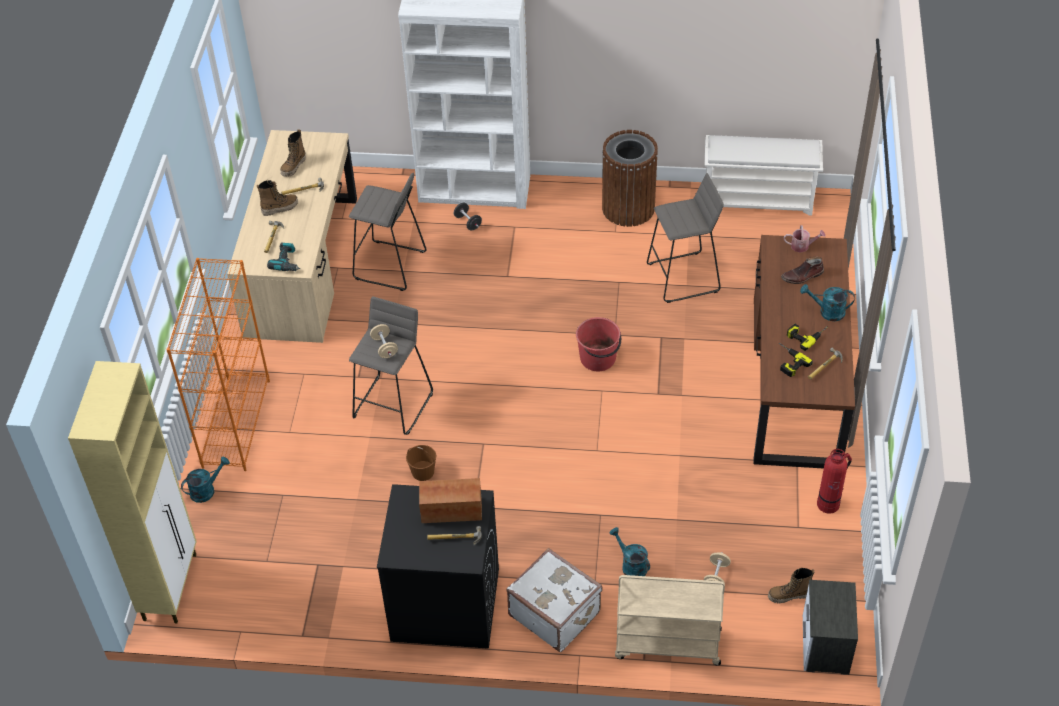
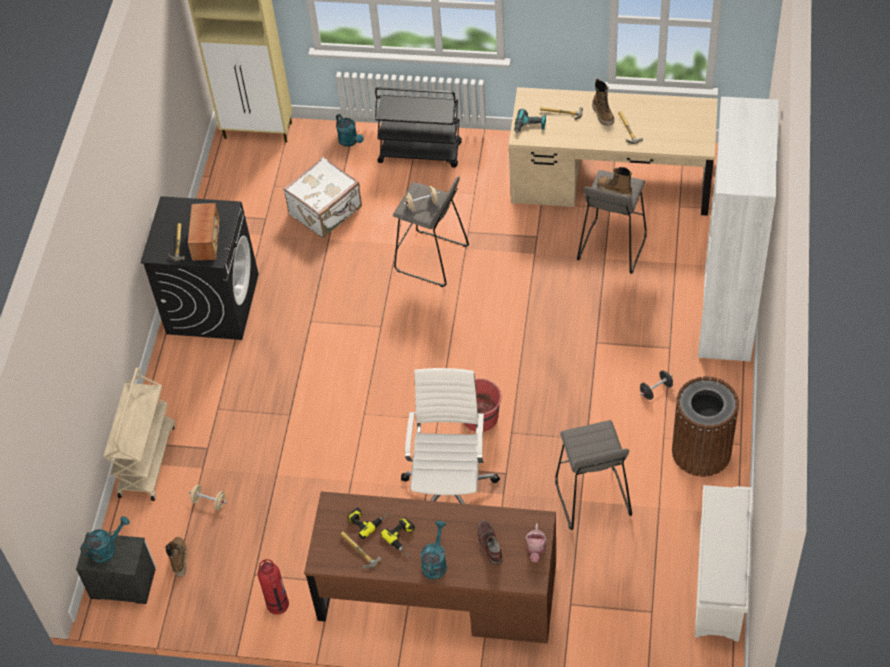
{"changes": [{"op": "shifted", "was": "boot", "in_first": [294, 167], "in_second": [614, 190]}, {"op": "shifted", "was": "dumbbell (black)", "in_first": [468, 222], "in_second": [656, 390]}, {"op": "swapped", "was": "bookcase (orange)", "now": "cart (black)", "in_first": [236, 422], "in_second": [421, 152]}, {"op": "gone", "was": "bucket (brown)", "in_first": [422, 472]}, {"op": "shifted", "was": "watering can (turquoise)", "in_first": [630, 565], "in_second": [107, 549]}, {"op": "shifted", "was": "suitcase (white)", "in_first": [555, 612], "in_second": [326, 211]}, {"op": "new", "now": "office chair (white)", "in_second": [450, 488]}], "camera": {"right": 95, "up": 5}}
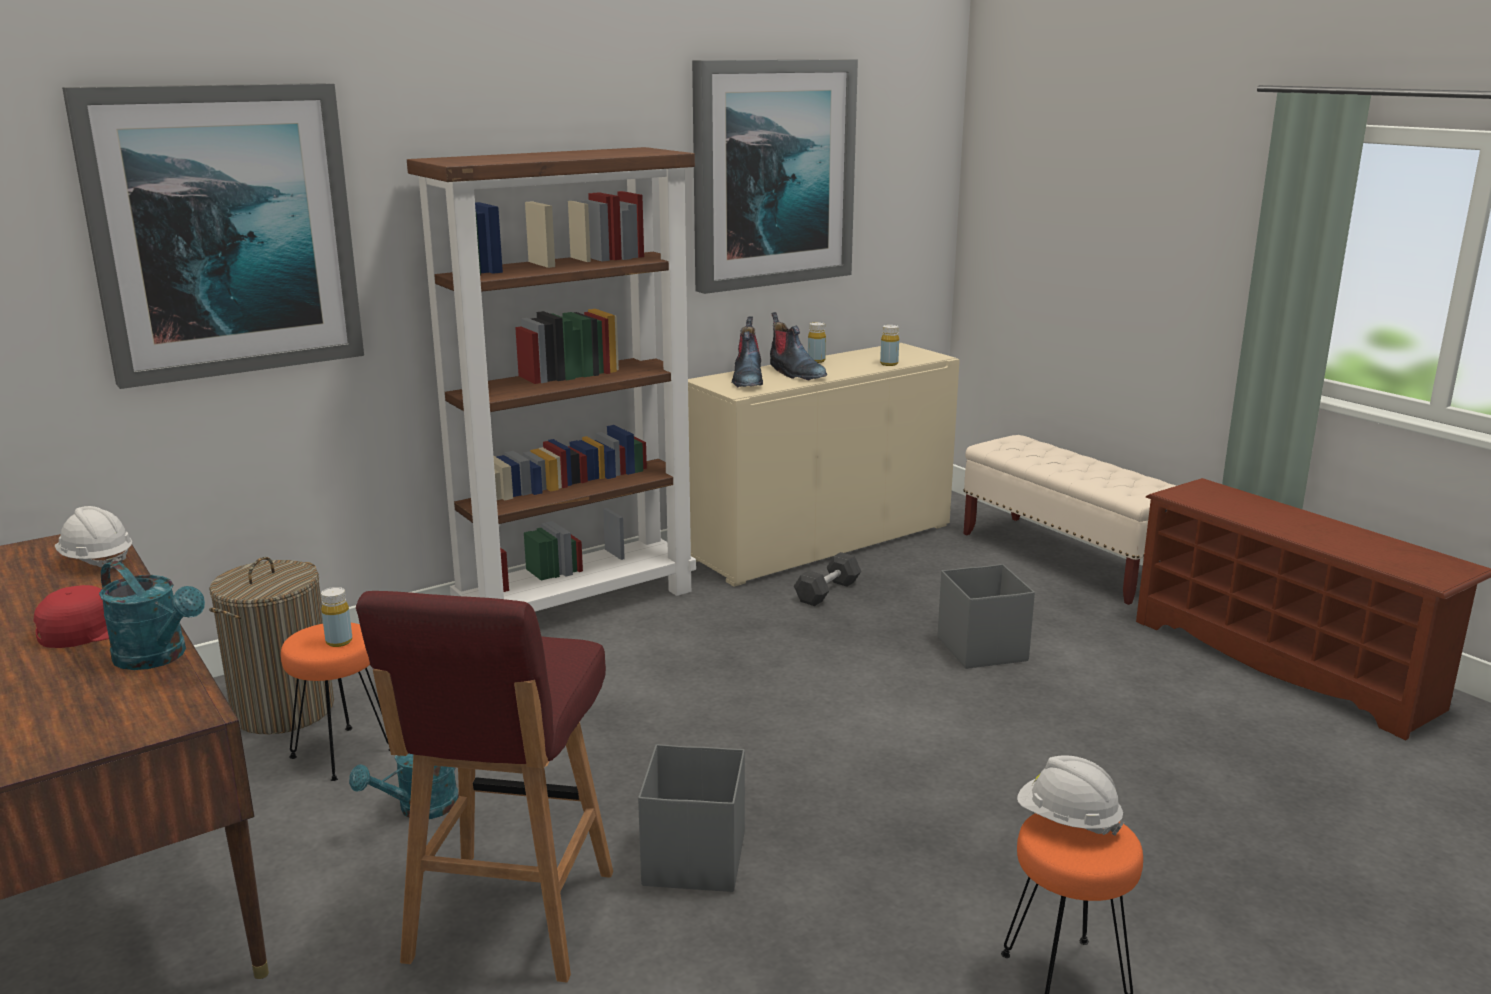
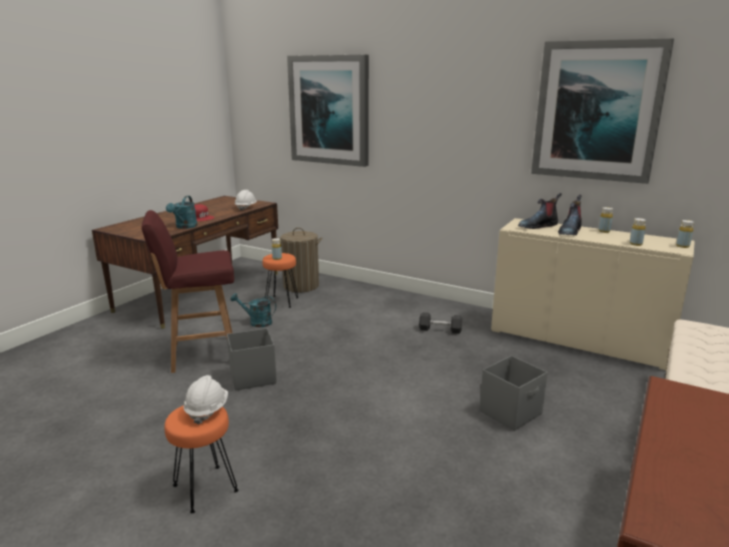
{"changes": [{"op": "gone", "was": "bookcase (brown)", "in_first": [578, 604]}, {"op": "shifted", "was": "dumbbell (grey)", "in_first": [827, 592], "in_second": [440, 330]}, {"op": "new", "now": "bottle (yellow)", "in_second": [682, 246]}], "camera": {"right": 65, "up": 0}}
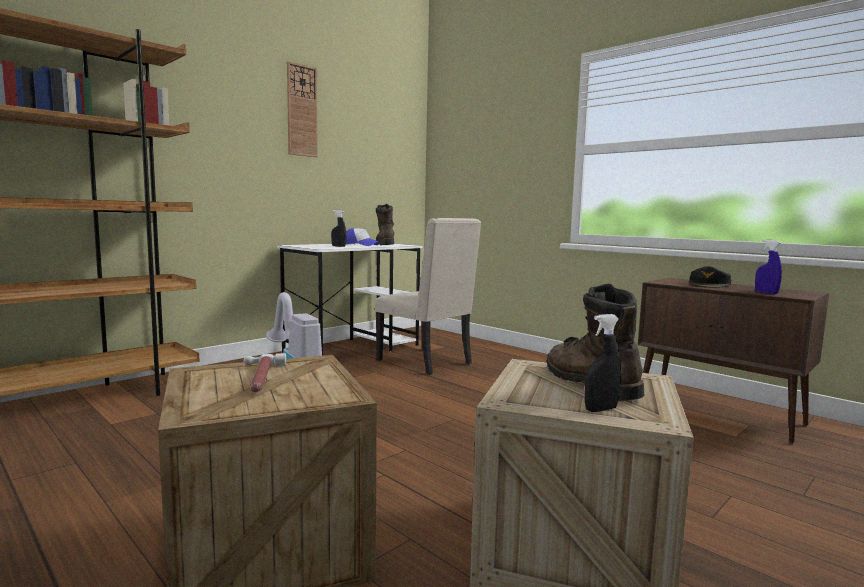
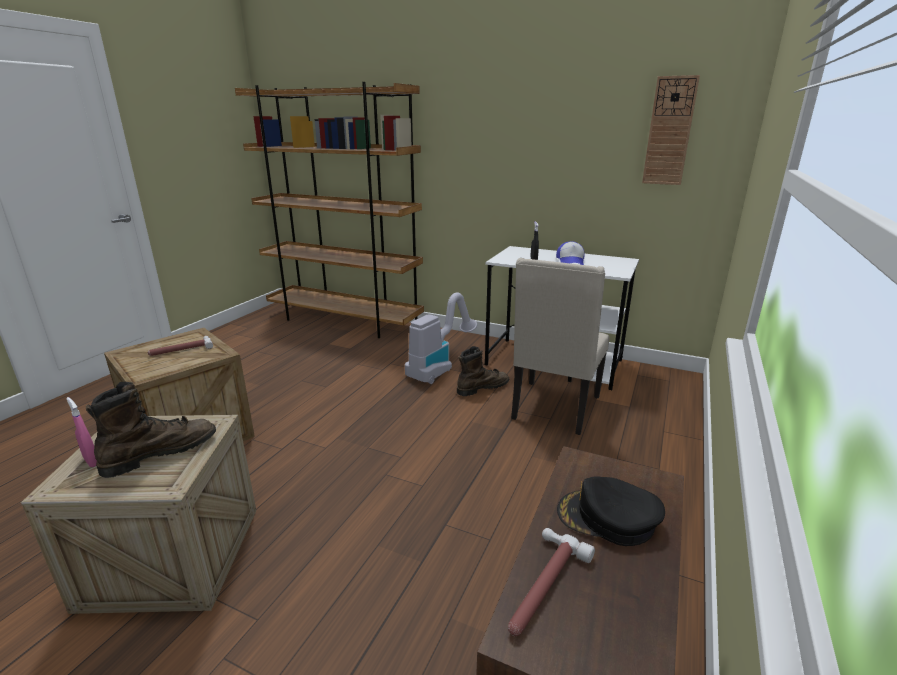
{"changes": [{"op": "shifted", "was": "wall clock", "in_first": [302, 111], "in_second": [669, 131]}, {"op": "shifted", "was": "boot (brown)", "in_first": [384, 244], "in_second": [482, 388]}, {"op": "swapped", "was": "spray bottle (blue)", "now": "hammer", "in_first": [766, 293], "in_second": [541, 587]}, {"op": "repainted", "was": "spray bottle (black)", "now": "spray bottle (pink)", "in_first": [600, 409], "in_second": [91, 461]}], "camera": {"right": 70, "up": 15}}
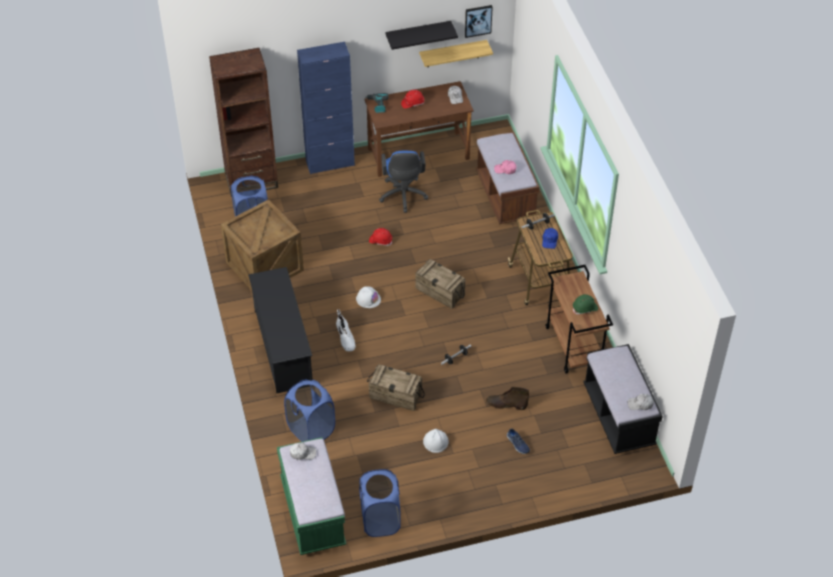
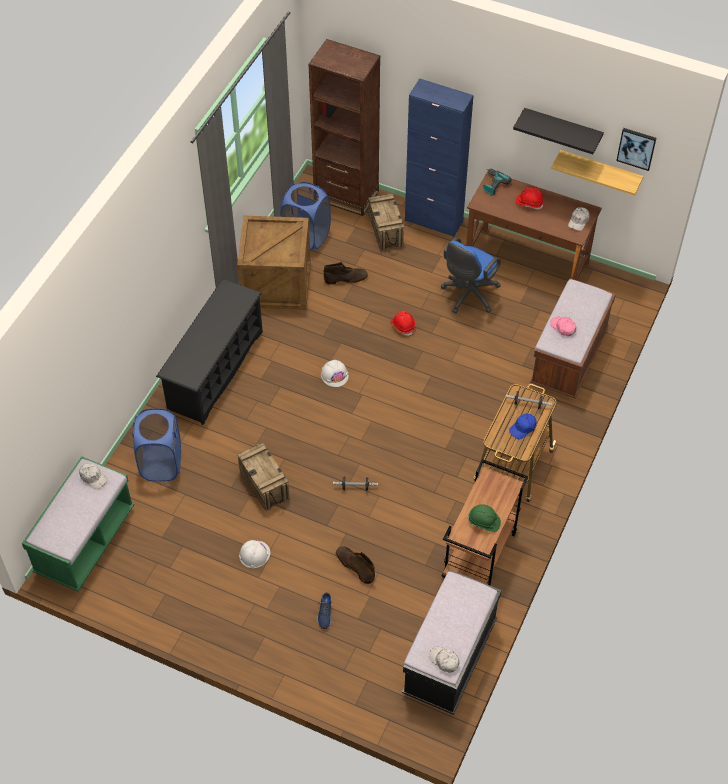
{"changes": [{"op": "shifted", "was": "crate", "in_first": [440, 292], "in_second": [386, 231]}, {"op": "gone", "was": "boot (white)", "in_first": [346, 338]}, {"op": "gone", "was": "laundry basket (blue)", "in_first": [380, 520]}, {"op": "new", "now": "boot (brown)", "in_second": [346, 278]}], "camera": {"right": 40, "up": 5}}
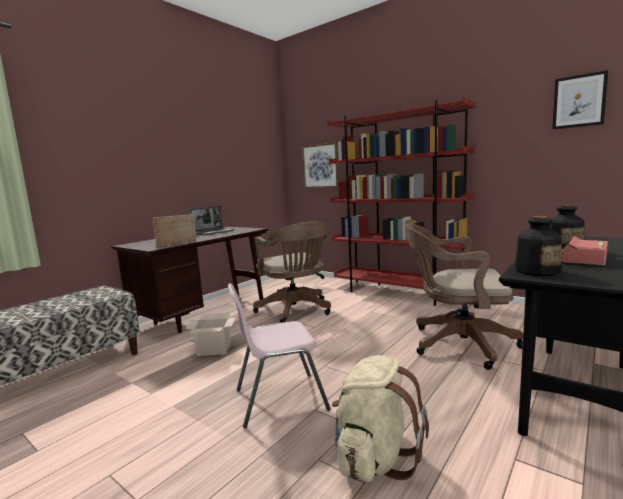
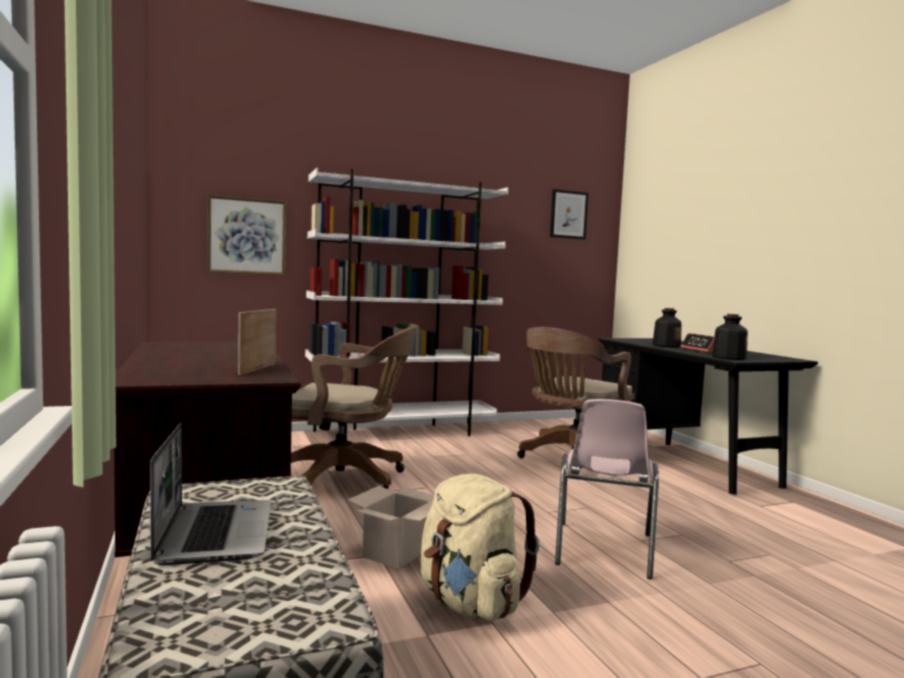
{"changes": [{"op": "repainted", "was": "bookcase (red)", "now": "bookcase (white)", "in_first": [398, 293], "in_second": [402, 433]}, {"op": "shifted", "was": "laptop", "in_first": [214, 232], "in_second": [215, 533]}, {"op": "shifted", "was": "backpack (beige)", "in_first": [375, 457], "in_second": [470, 603]}], "camera": {"right": -60, "up": -5}}
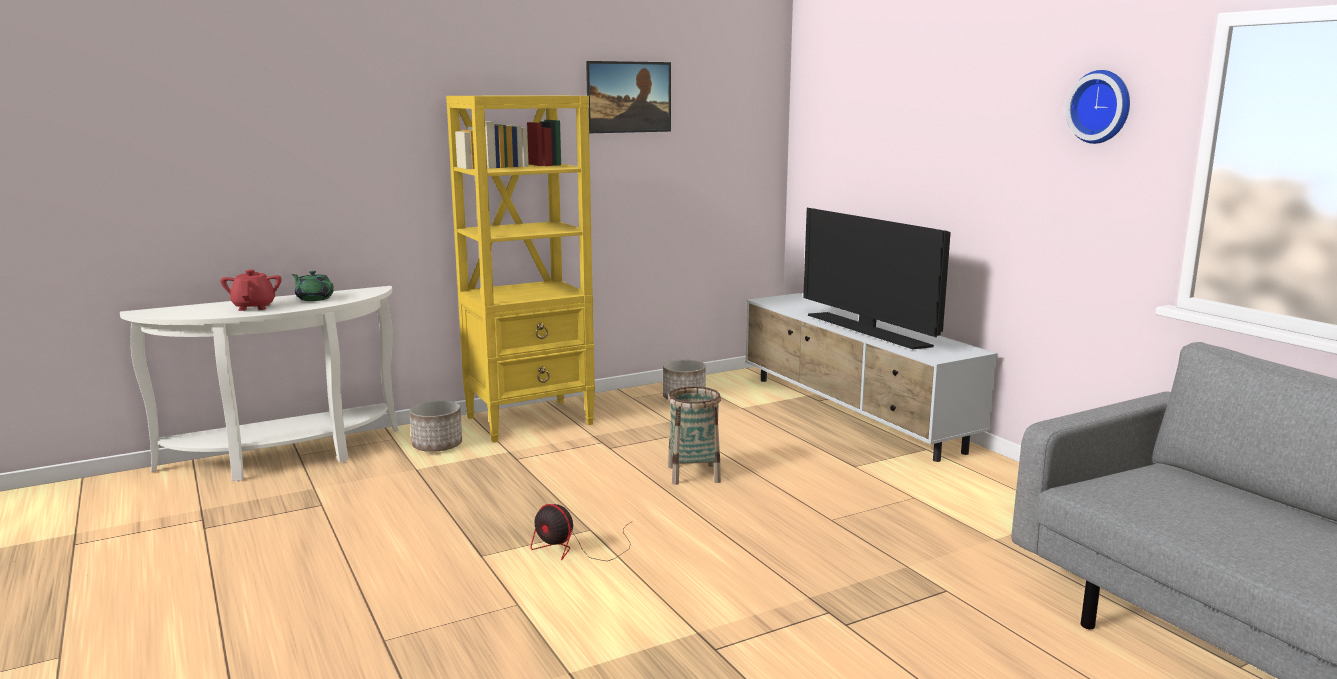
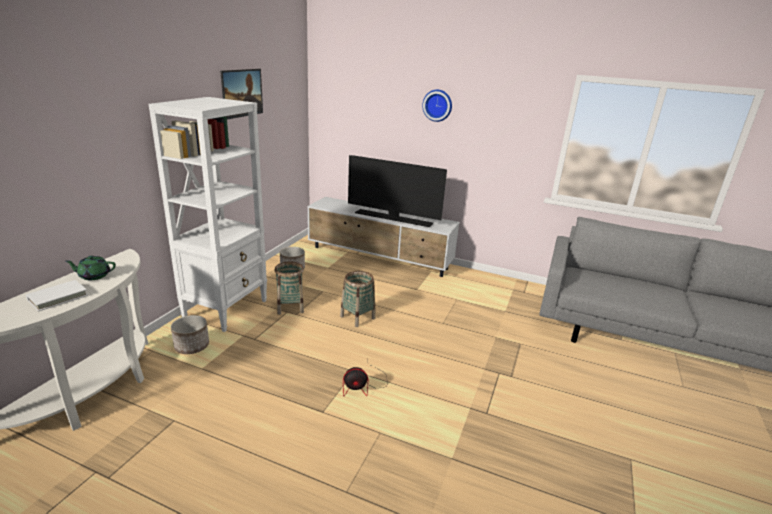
{"changes": [{"op": "shifted", "was": "wall clock", "in_first": [1101, 107], "in_second": [437, 105]}, {"op": "repainted", "was": "bookcase (yellow)", "now": "bookcase (white)", "in_first": [531, 420], "in_second": [226, 309]}, {"op": "swapped", "was": "teapot (red)", "now": "book (white)", "in_first": [254, 307], "in_second": [58, 297]}, {"op": "new", "now": "basket", "in_second": [290, 307]}], "camera": {"right": -40, "up": 10}}
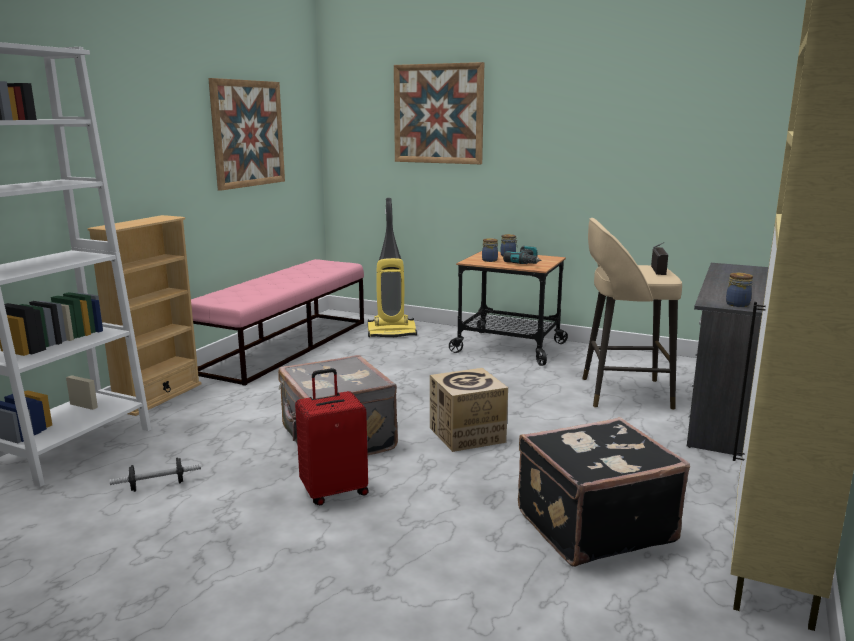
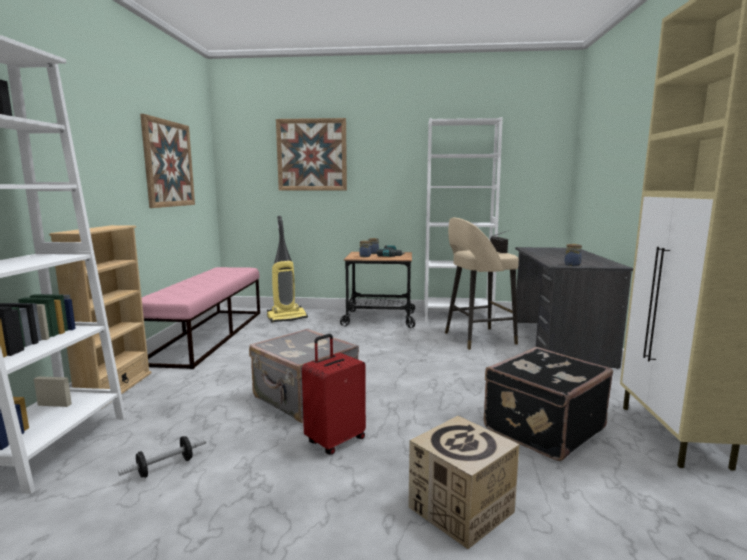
{"changes": [{"op": "shifted", "was": "cardboard box", "in_first": [467, 435], "in_second": [461, 509]}, {"op": "new", "now": "bookcase (white)", "in_second": [457, 317]}], "camera": {"right": -20, "up": -5}}
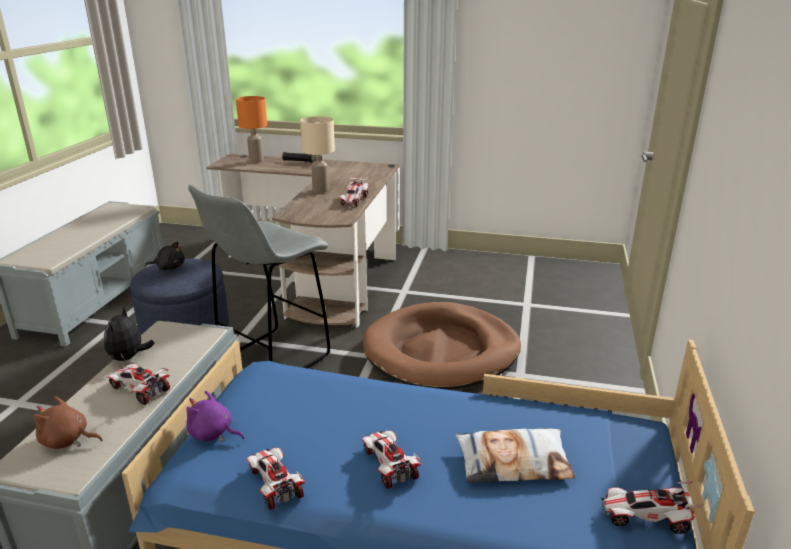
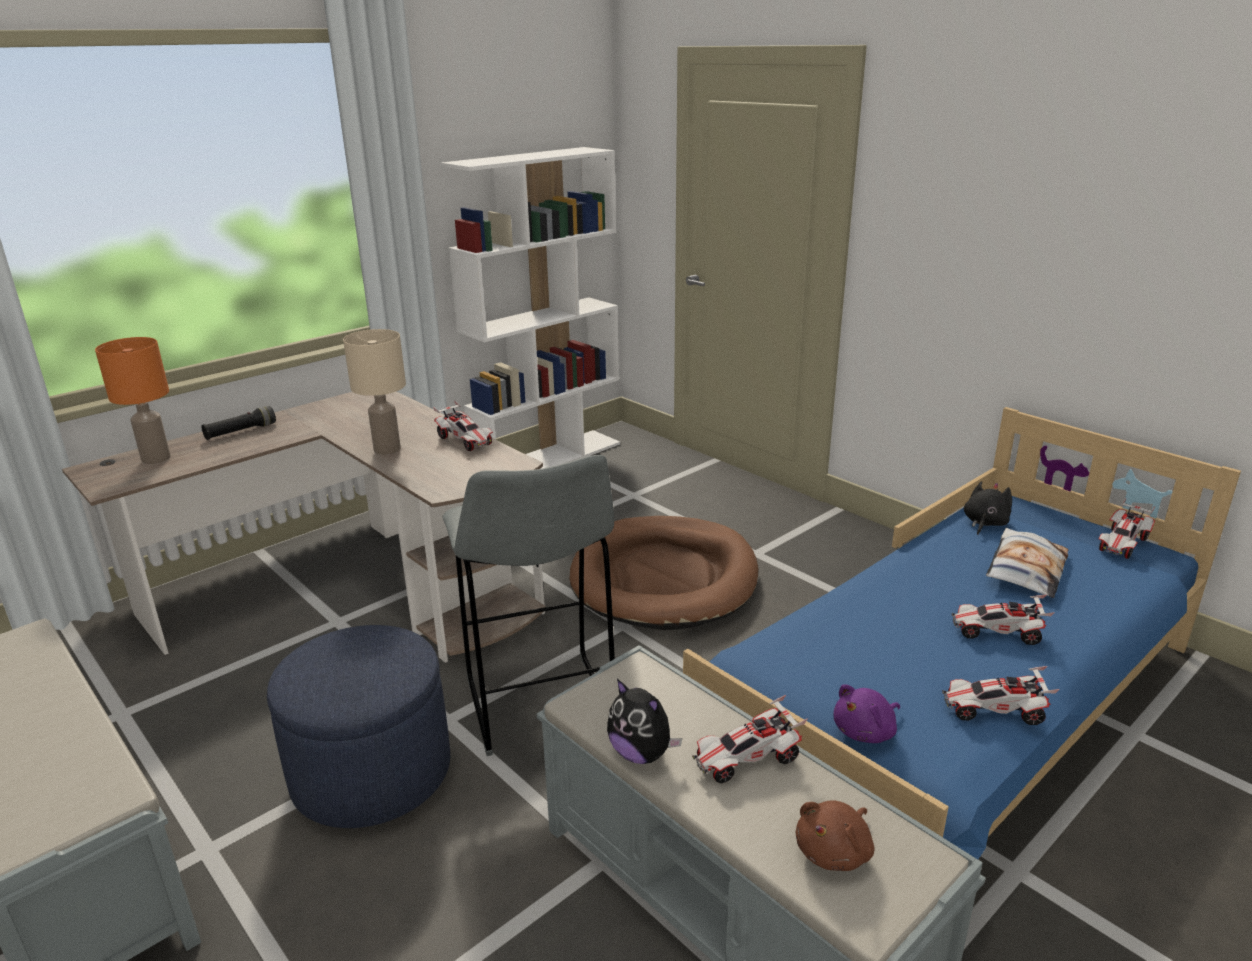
{"changes": [{"op": "shifted", "was": "plush toy (black)", "in_first": [169, 267], "in_second": [984, 523]}, {"op": "new", "now": "bookcase (white)", "in_second": [548, 459]}], "camera": {"right": -55, "up": 0}}
